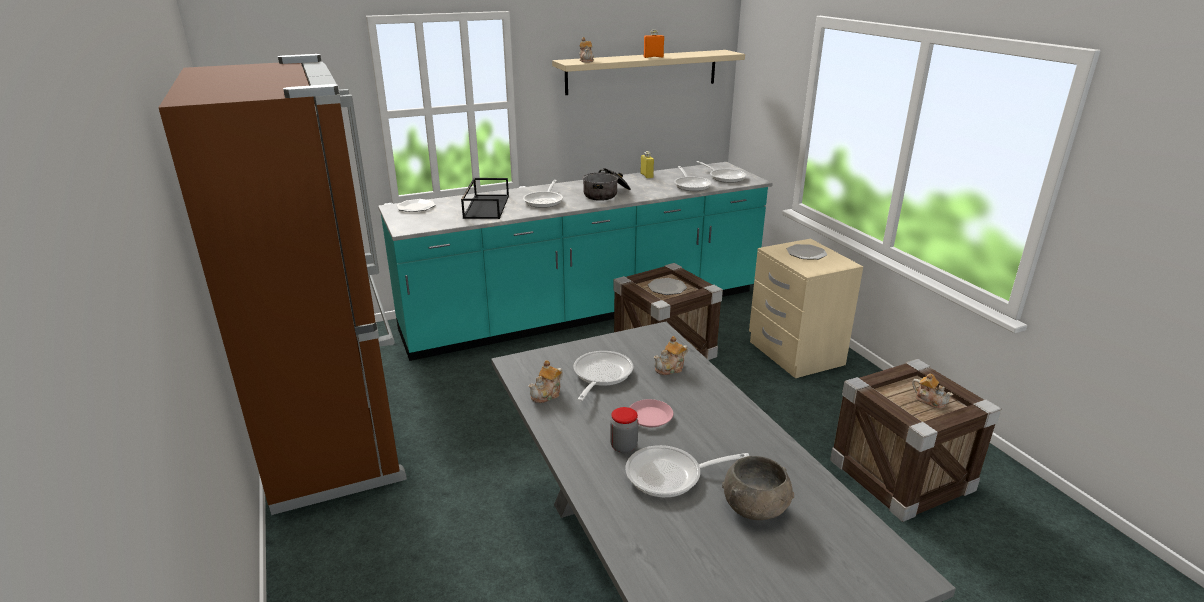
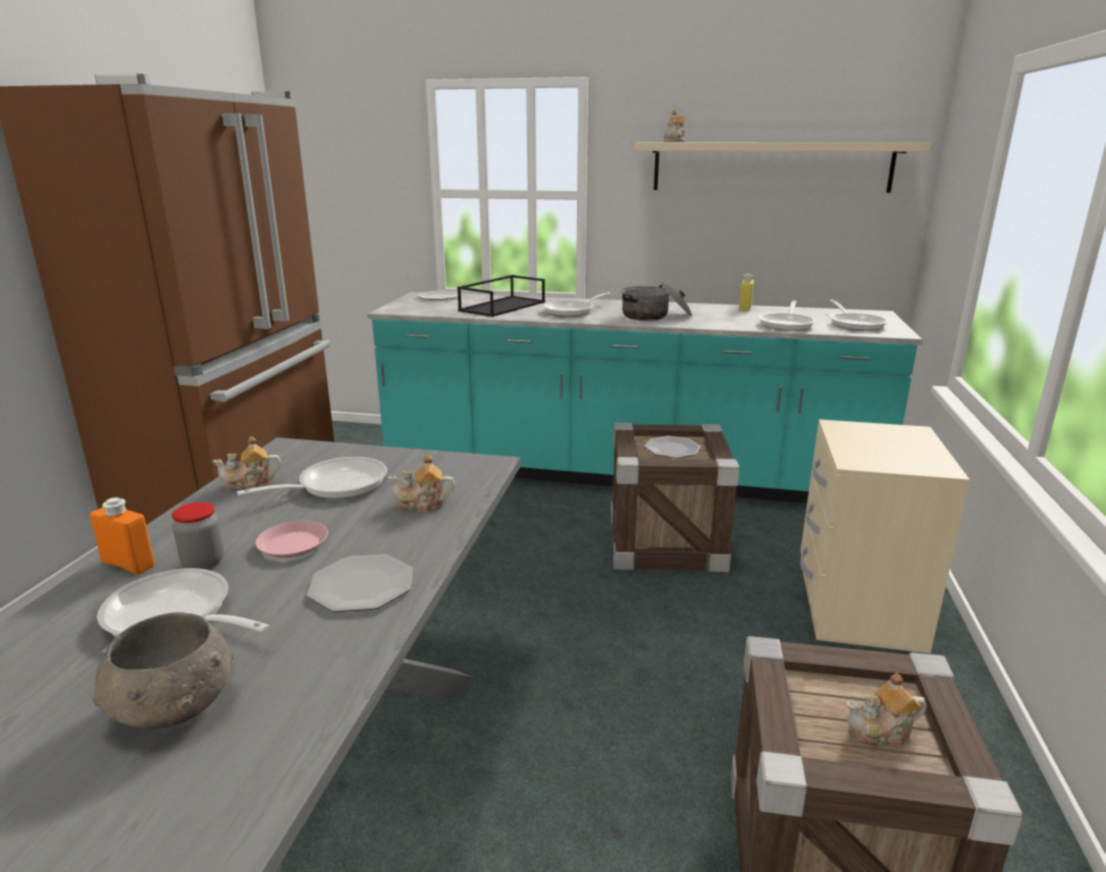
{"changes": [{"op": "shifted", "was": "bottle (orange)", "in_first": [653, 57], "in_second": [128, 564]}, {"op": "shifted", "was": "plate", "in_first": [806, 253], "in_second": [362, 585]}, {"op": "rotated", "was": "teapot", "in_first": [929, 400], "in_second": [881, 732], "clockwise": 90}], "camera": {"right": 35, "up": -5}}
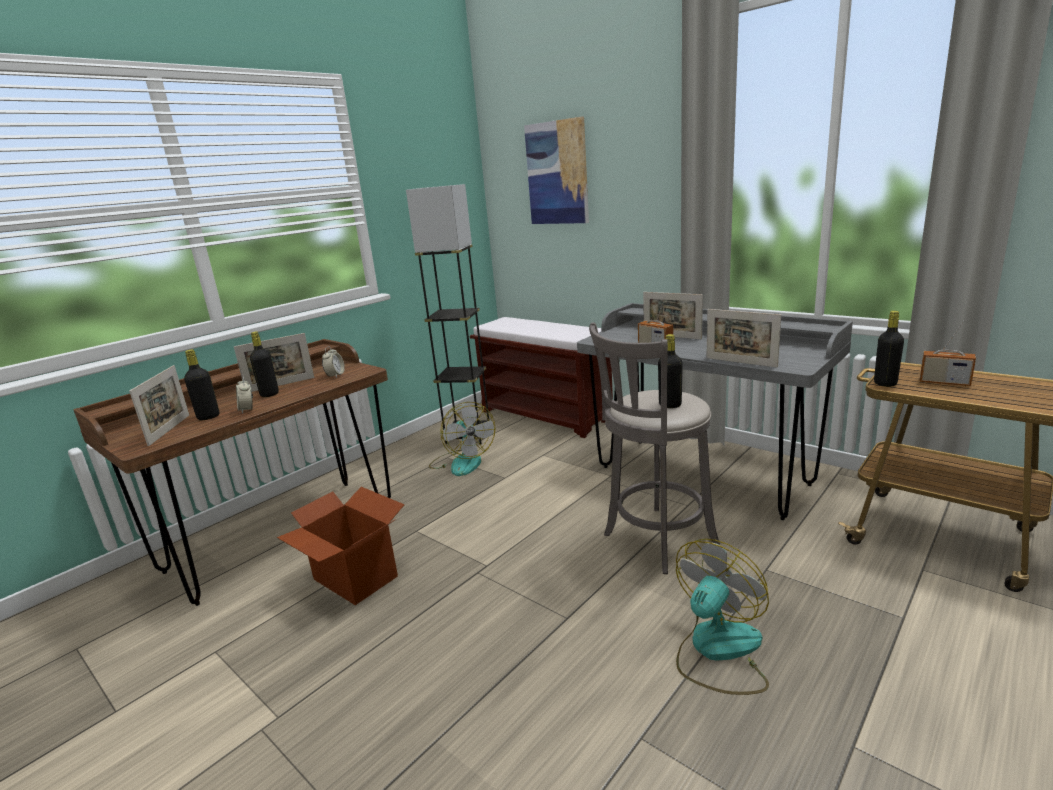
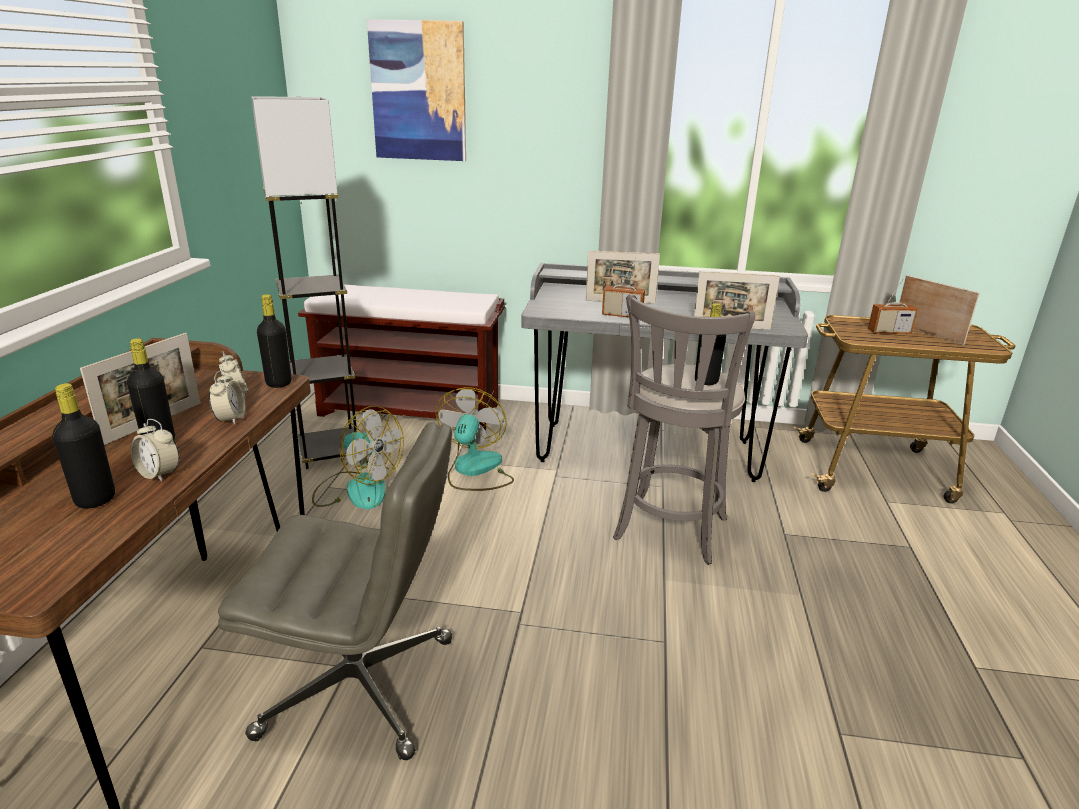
{"changes": [{"op": "shifted", "was": "bottle (black)", "in_first": [885, 383], "in_second": [278, 383]}, {"op": "shifted", "was": "picture frame", "in_first": [169, 429], "in_second": [927, 334]}, {"op": "swapped", "was": "cardboard box", "now": "office chair (grey)", "in_first": [354, 578], "in_second": [361, 686]}, {"op": "shifted", "was": "fan", "in_first": [718, 651], "in_second": [475, 471]}, {"op": "new", "now": "alarm clock", "in_second": [230, 419]}], "camera": {"right": -35, "up": 5}}
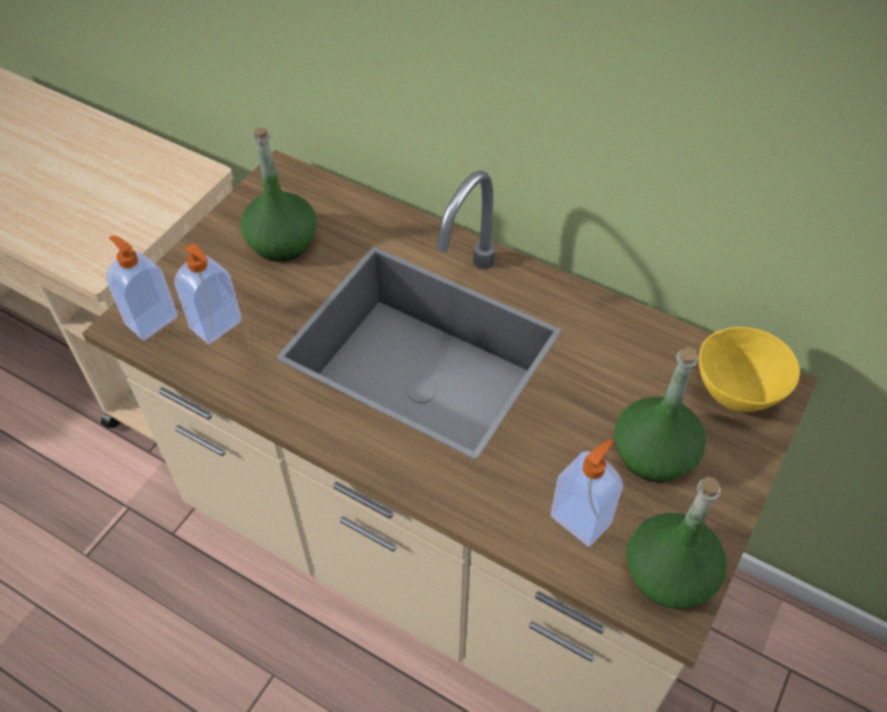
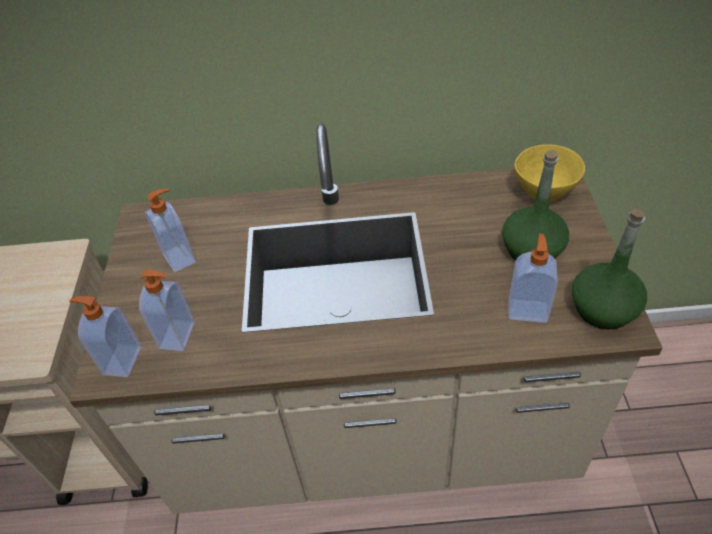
{"changes": [{"op": "swapped", "was": "bottle (green)", "now": "soap dispenser", "in_first": [282, 242], "in_second": [180, 257]}], "camera": {"right": -30, "up": -5}}
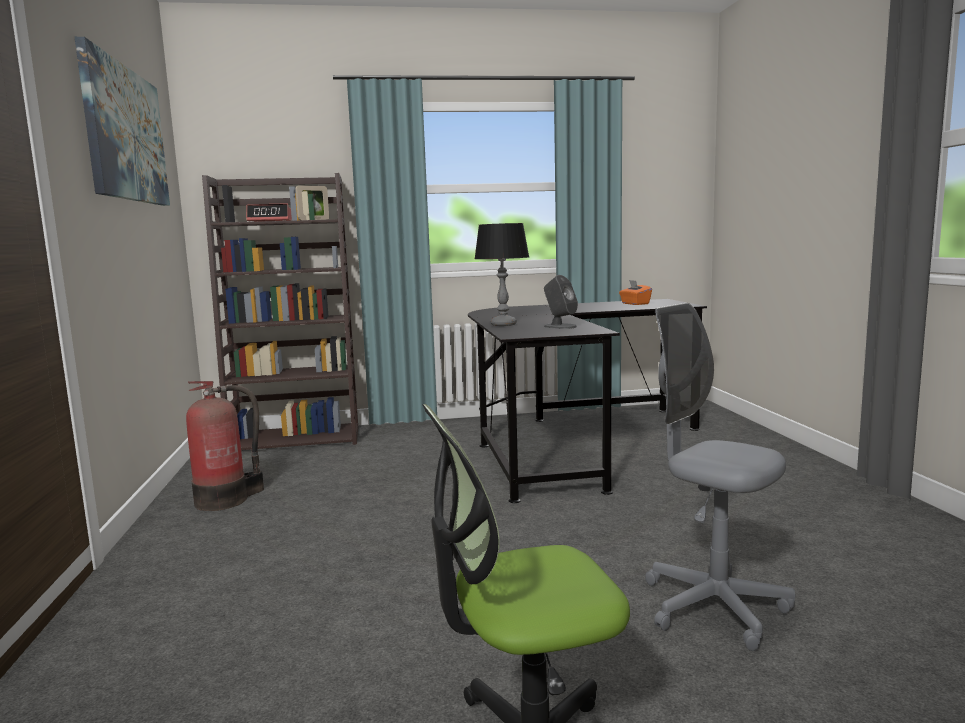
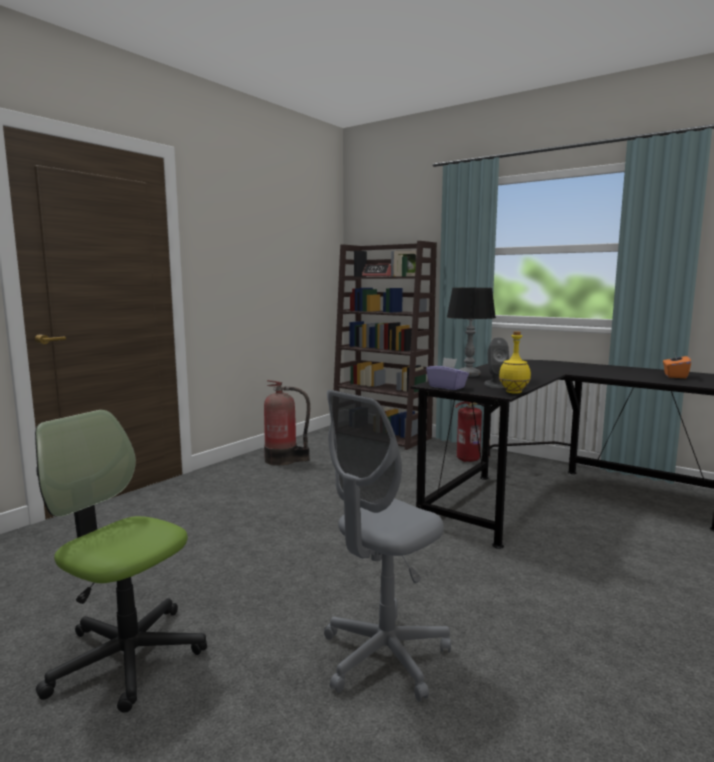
{"changes": [{"op": "gone", "was": "picture", "in_first": [125, 134]}, {"op": "rotated", "was": "office chair (grey)", "in_first": [713, 607], "in_second": [384, 657], "clockwise": -135}, {"op": "new", "now": "bottle (yellow)", "in_second": [514, 392]}, {"op": "new", "now": "tissue box (purple)", "in_second": [447, 387]}, {"op": "new", "now": "fire extinguisher", "in_second": [470, 459]}], "camera": {"right": 45, "up": 0}}
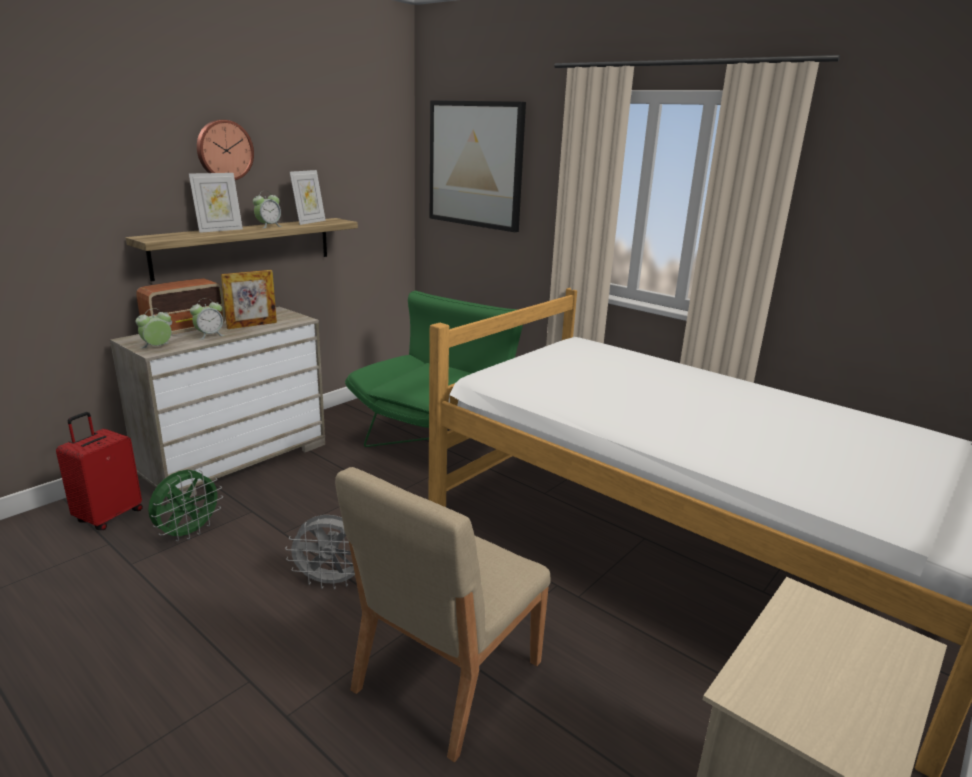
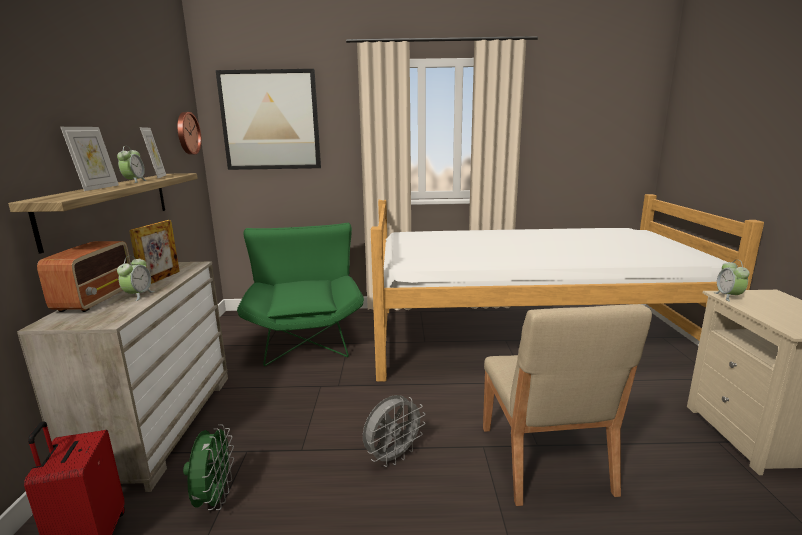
{"changes": [{"op": "shifted", "was": "wall clock", "in_first": [224, 150], "in_second": [187, 133]}, {"op": "shifted", "was": "alarm clock", "in_first": [157, 347], "in_second": [728, 296]}], "camera": {"right": -40, "up": -5}}
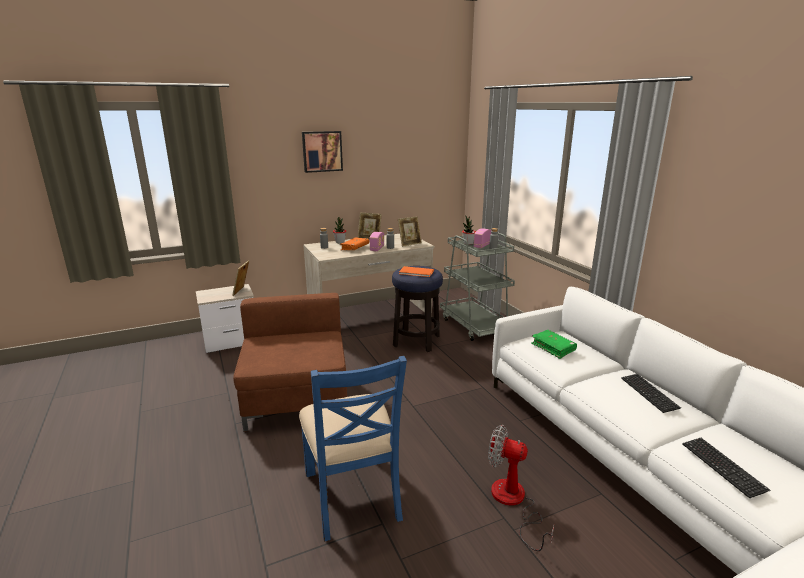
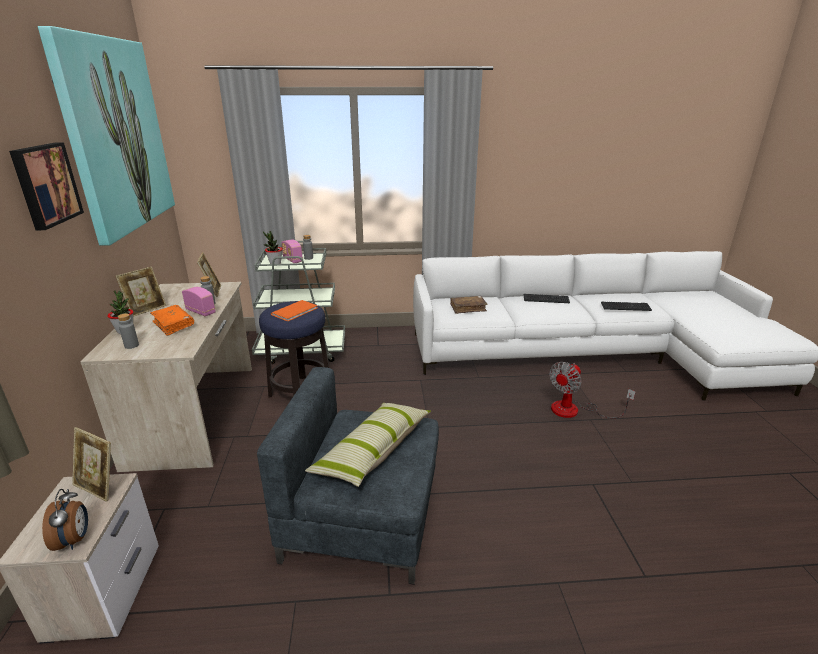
{"changes": [{"op": "repainted", "was": "armchair (brown)", "now": "armchair (grey)", "in_first": [296, 399], "in_second": [363, 518]}, {"op": "repainted", "was": "book (green)", "now": "book (brown)", "in_first": [553, 348], "in_second": [468, 308]}, {"op": "gone", "was": "chair (blue)", "in_first": [353, 495]}, {"op": "new", "now": "picture", "in_second": [115, 136]}, {"op": "new", "now": "pillow", "in_second": [372, 451]}, {"op": "new", "now": "alarm clock", "in_second": [74, 540]}], "camera": {"right": -70, "up": 5}}
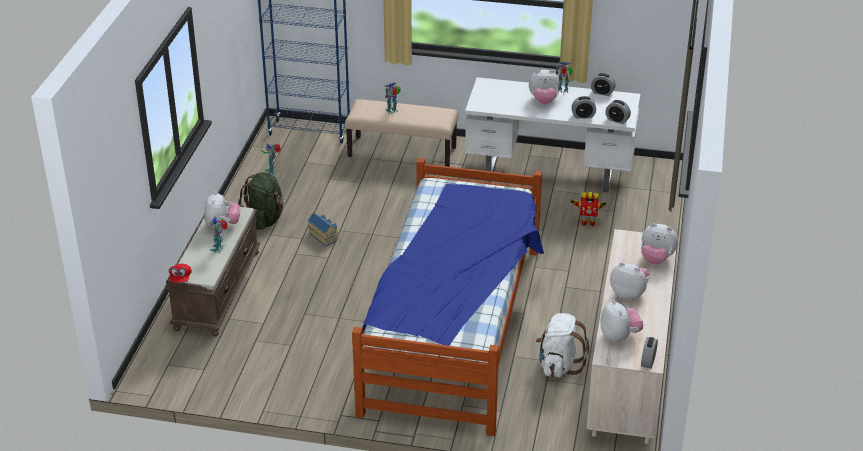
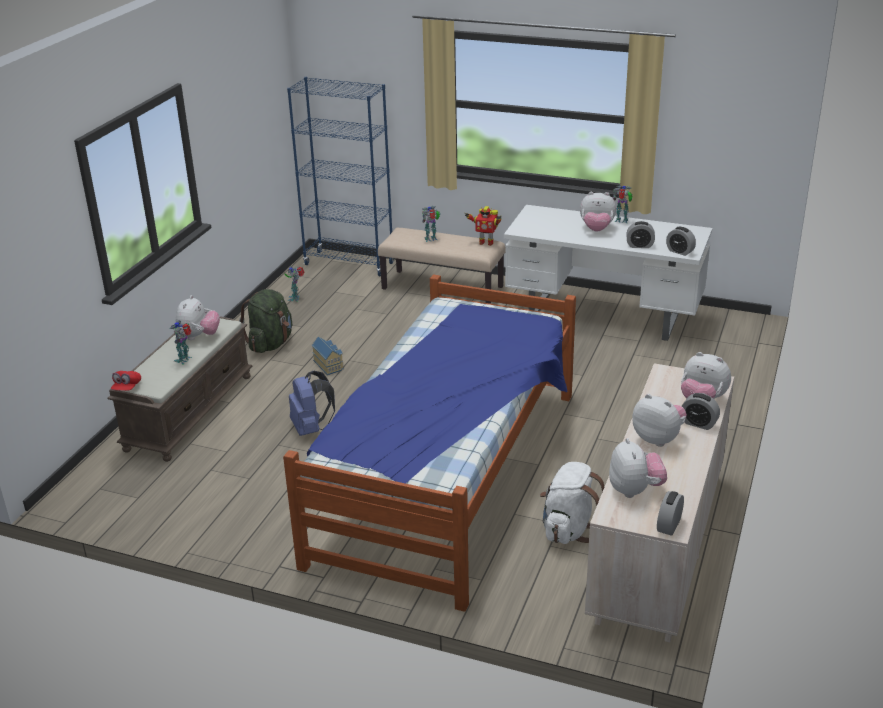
{"changes": [{"op": "shifted", "was": "alarm clock", "in_first": [602, 92], "in_second": [698, 423]}, {"op": "shifted", "was": "toy robot", "in_first": [587, 223], "in_second": [486, 242]}, {"op": "new", "now": "backpack (blue)", "in_second": [311, 428]}], "camera": {"right": 10, "up": -5}}
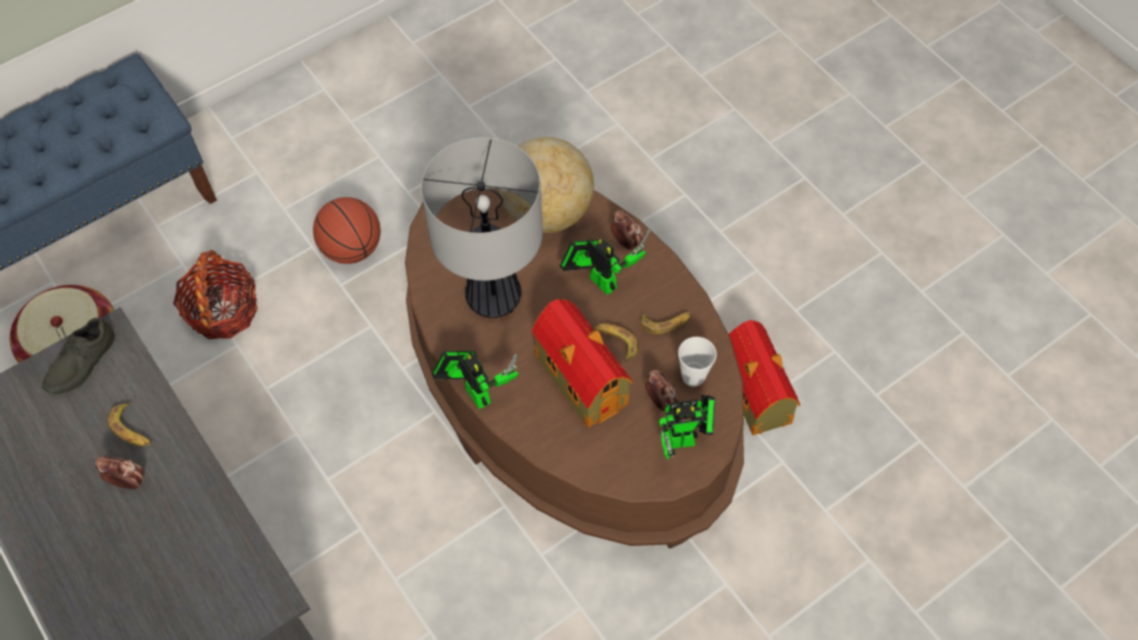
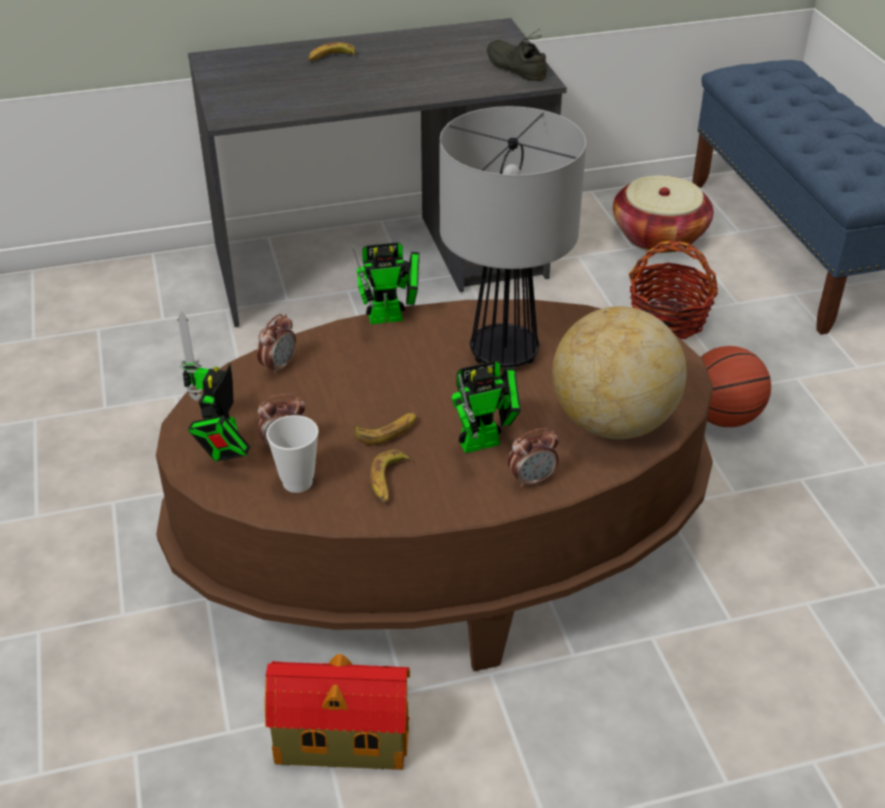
{"changes": [{"op": "gone", "was": "toy house", "in_first": [580, 378]}, {"op": "shifted", "was": "banana", "in_first": [132, 429], "in_second": [331, 58]}, {"op": "shifted", "was": "alarm clock", "in_first": [129, 482], "in_second": [279, 366]}], "camera": {"right": 110, "up": -20}}
